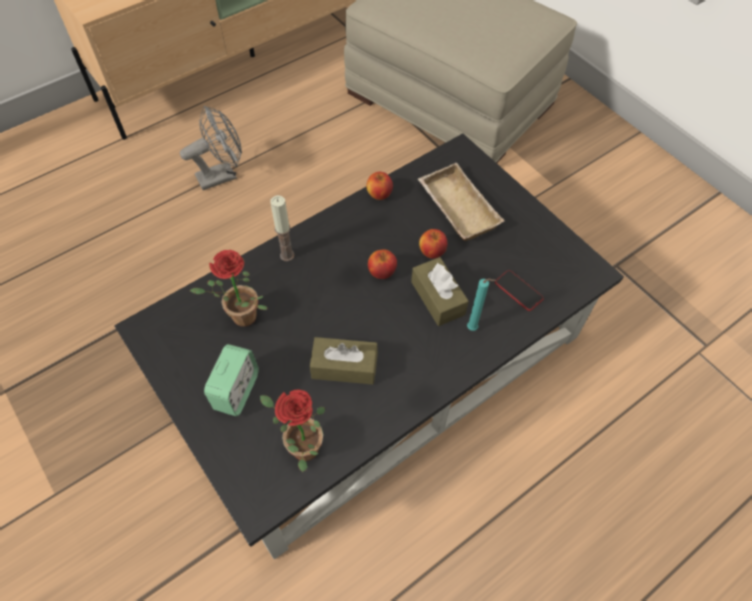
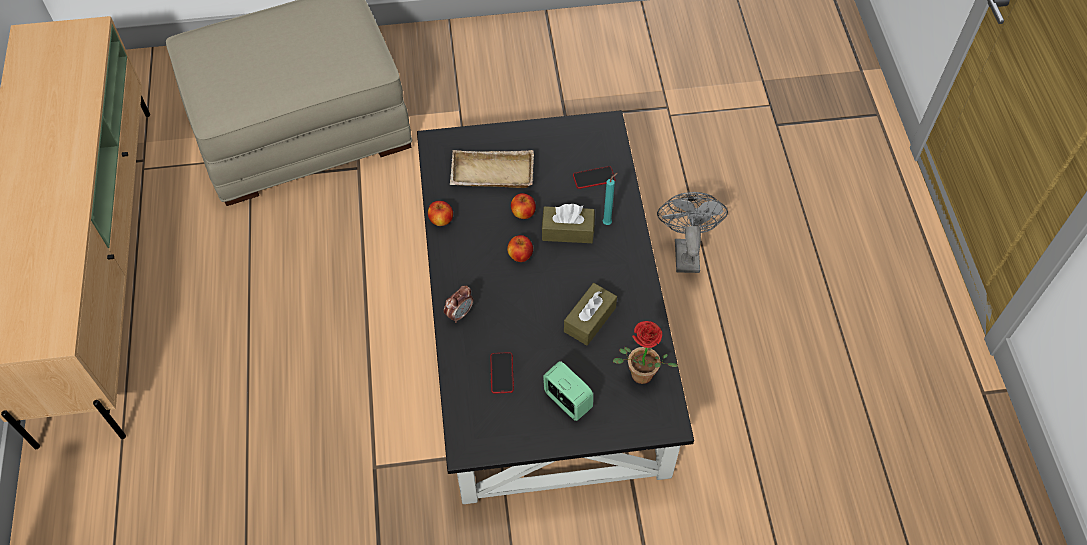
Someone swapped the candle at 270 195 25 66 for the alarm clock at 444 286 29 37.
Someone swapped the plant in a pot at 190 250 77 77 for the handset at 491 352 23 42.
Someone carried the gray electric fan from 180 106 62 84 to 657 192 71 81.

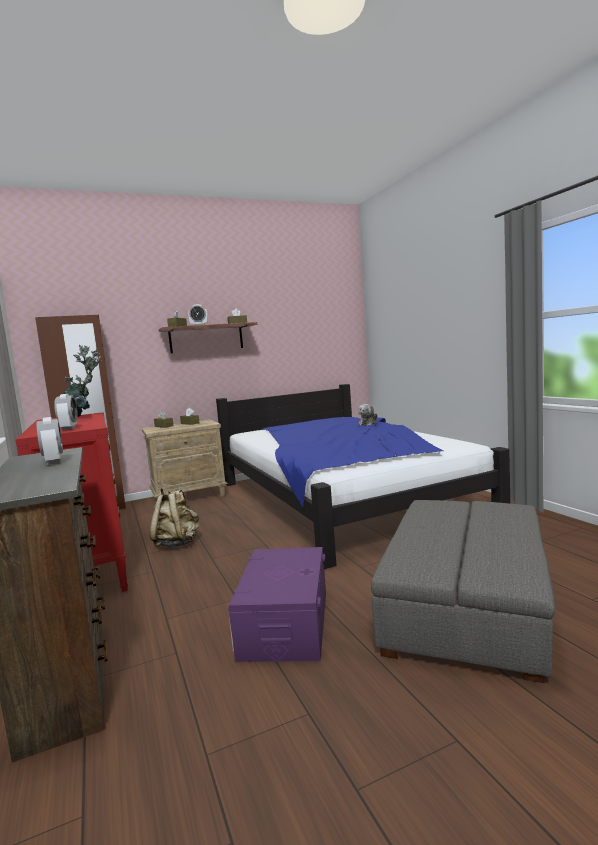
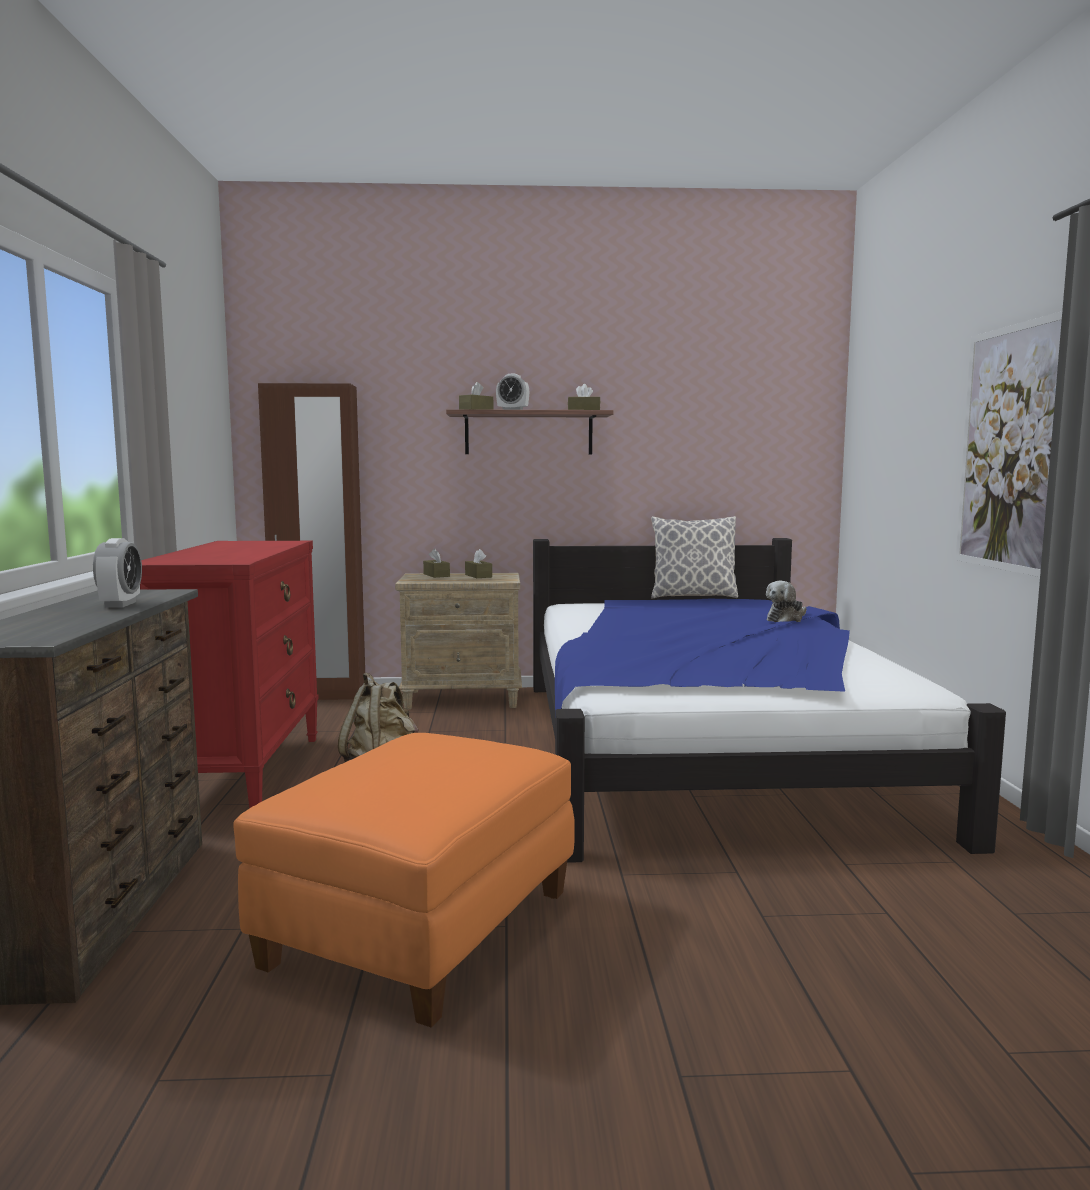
Someone swapped the purplish storage bin at 228 547 98 115 for the orange-coloured footrest at 233 733 342 294.
Someone put down the throw pillow at 651 516 87 83.
Someone put up the picture at 956 311 106 266.
Someone took away the alarm clock at 54 394 24 37.
Someone took away the plant in a pot at 64 345 37 72.
Someone took away the gray footrest at 371 500 184 183.

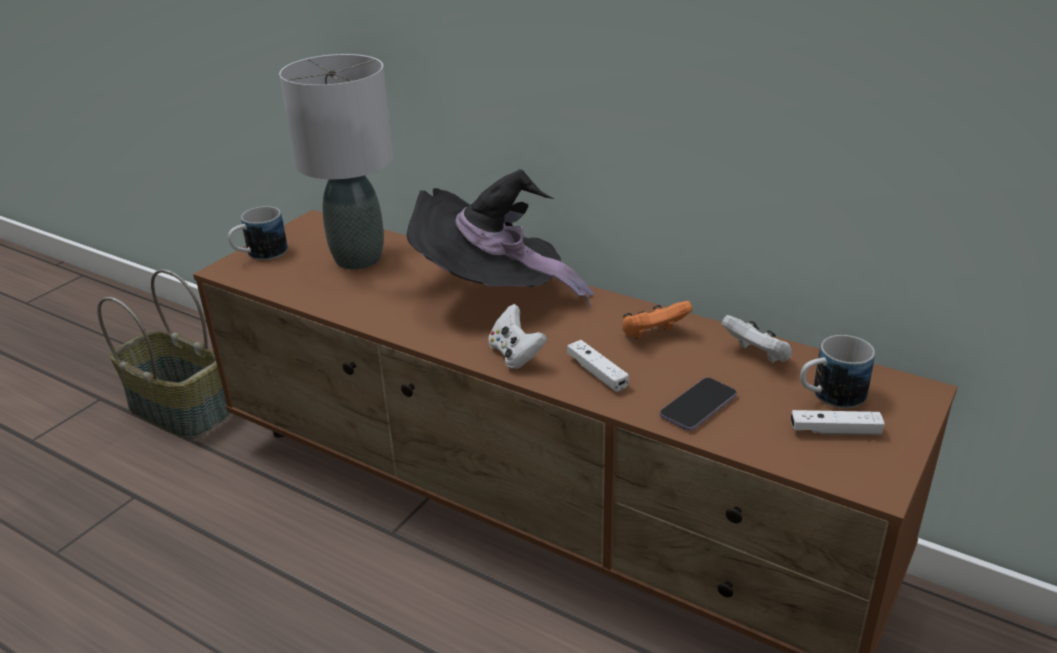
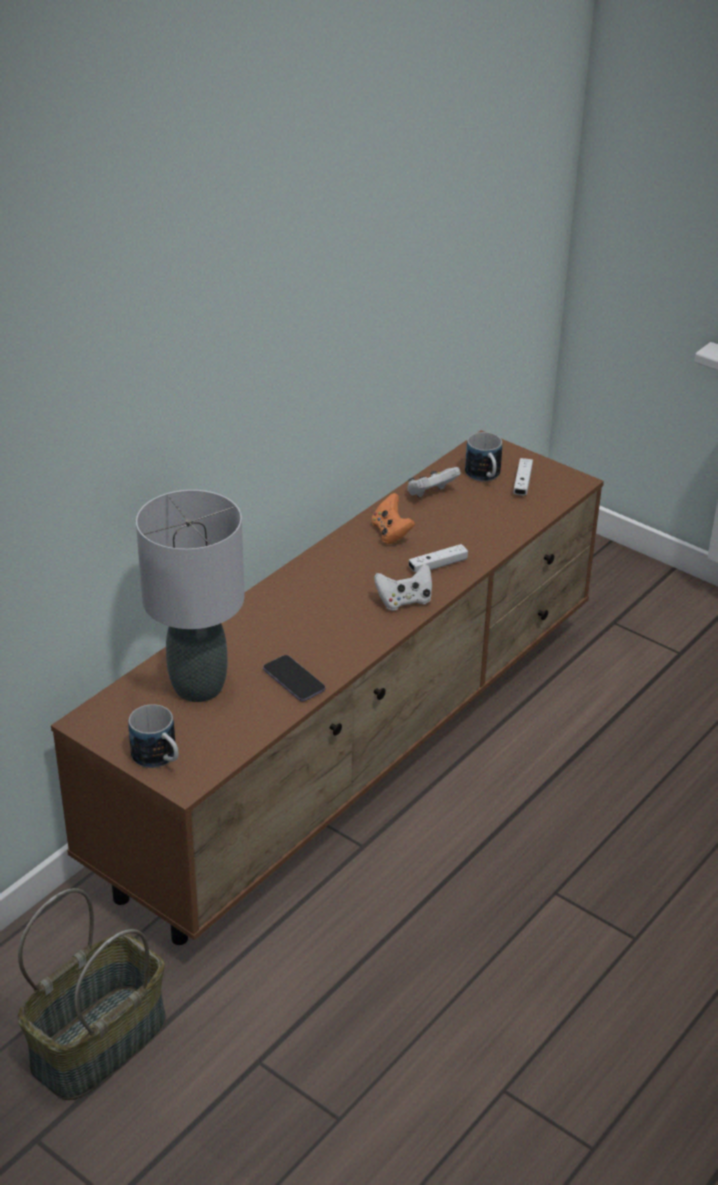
Someone carried the handset from 660 378 77 53 to 263 655 63 47.
Someone took away the blackish hat at 407 169 187 139.

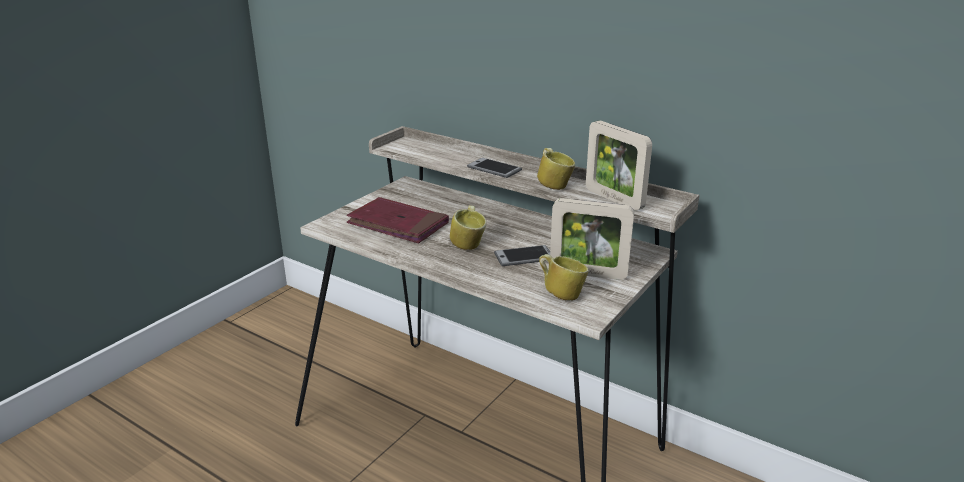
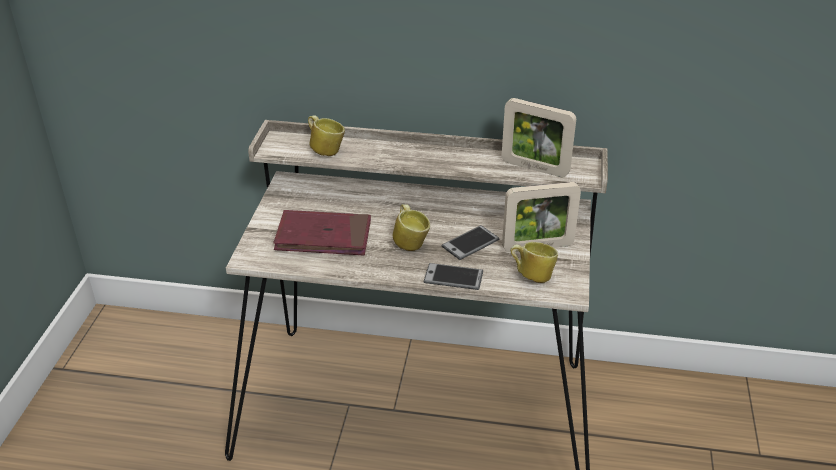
Someone carried the mug from 537 148 38 42 to 308 115 37 41.
Someone carried the handset from 467 158 55 20 to 424 263 59 27.

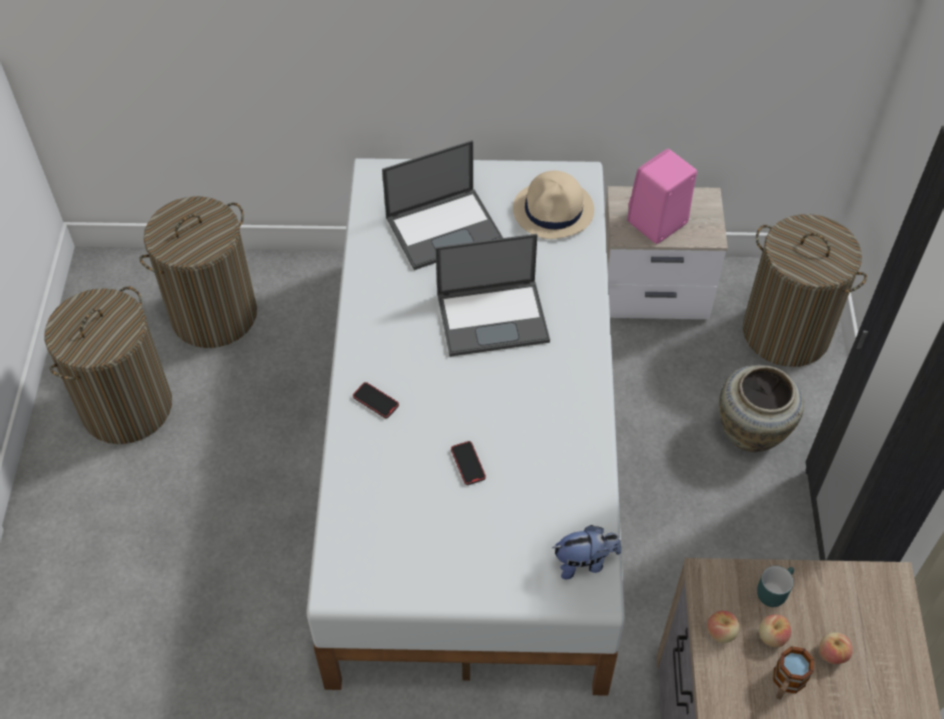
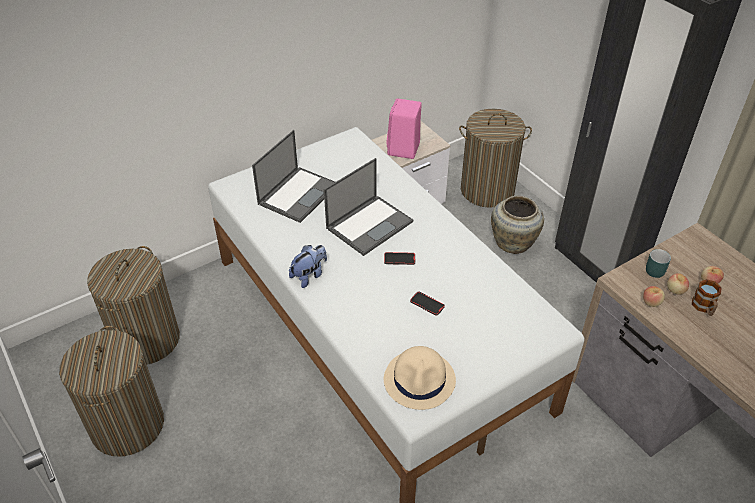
Someone carried the soft toy from 552 525 69 54 to 289 245 38 43.
Someone carried the handset from 353 382 46 36 to 384 252 31 13.
Someone carried the beige-coloured hat from 513 171 81 68 to 384 346 72 64.

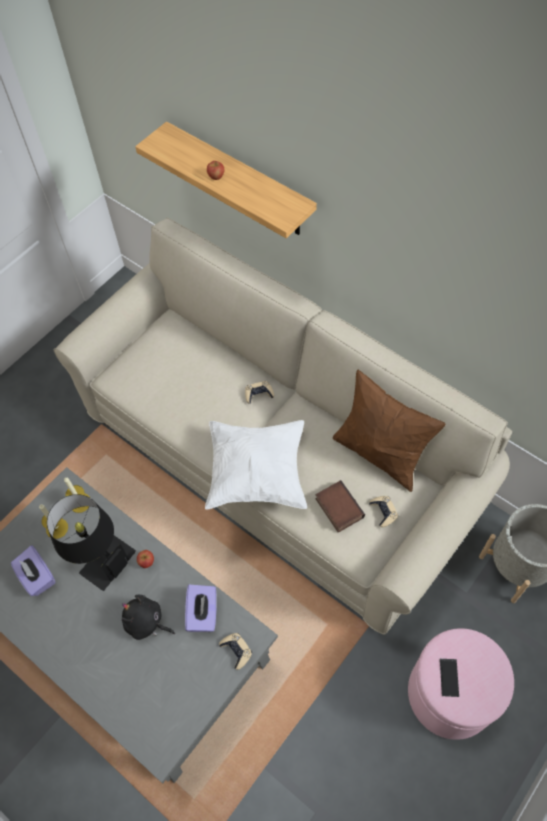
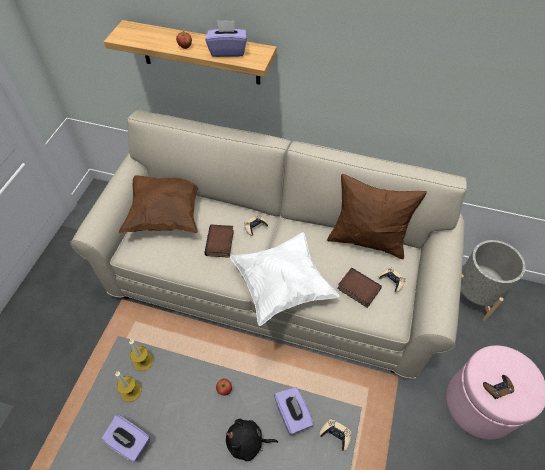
Someone put down the brown throw pillow at 119 175 80 58.
Someone put down the purplish tissue holder at 205 20 42 37.
Someone put down the book at 205 224 29 34.
Someone swapped the handset at 440 659 19 38 for the brown game controller at 483 375 31 24.
Someone took away the blackish table lamp at 47 494 89 97.

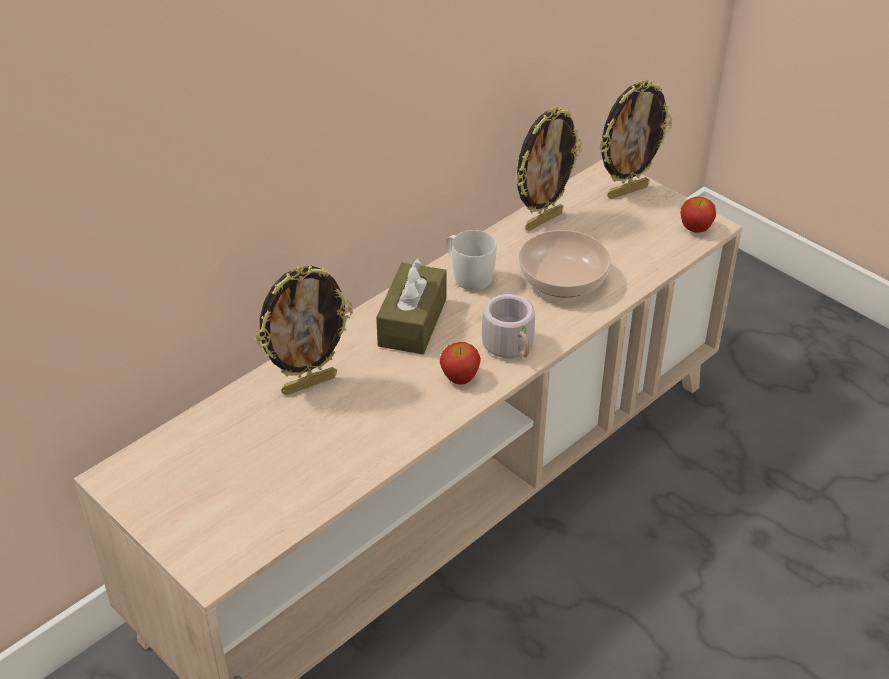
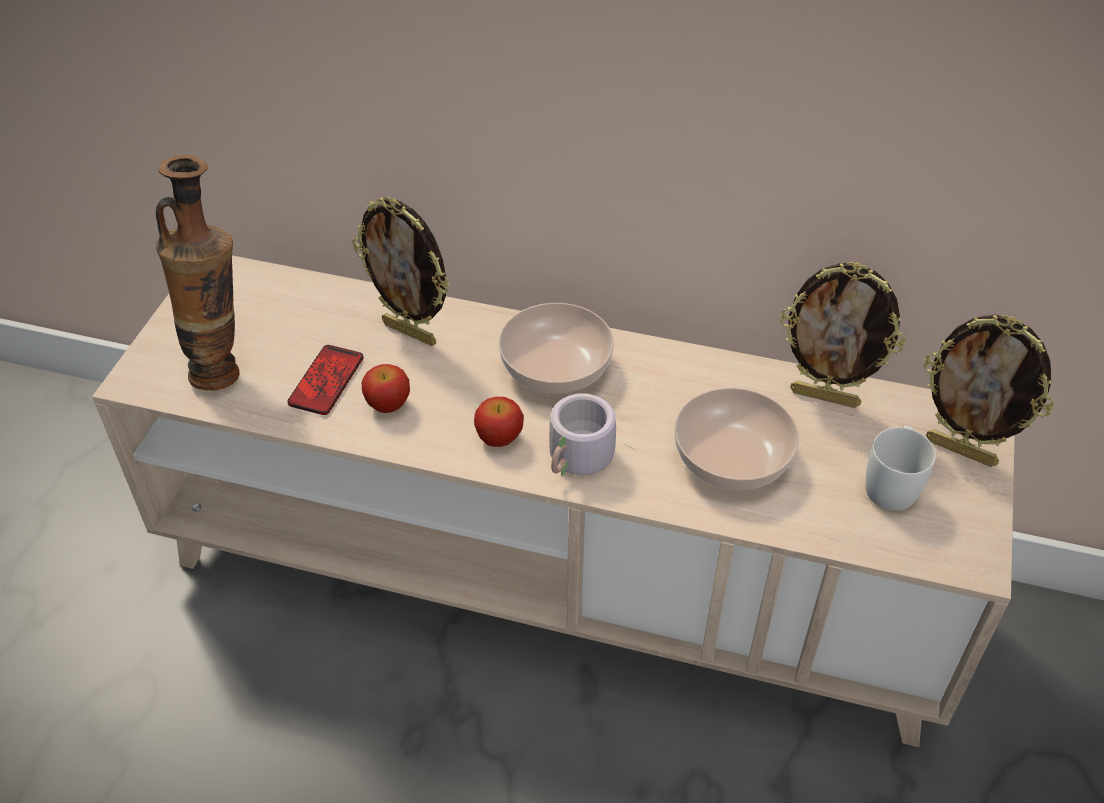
Someone put down the vase at 156 155 83 236.
Someone put down the handset at 287 345 76 70.
Someone carried the whole apple from 680 197 36 36 to 362 364 48 49.
Someone swapped the brown tissue holder at 376 258 70 96 for the bowl at 498 303 116 90.
Someone carried the white-coloured mug from 446 230 50 61 to 866 425 70 86.

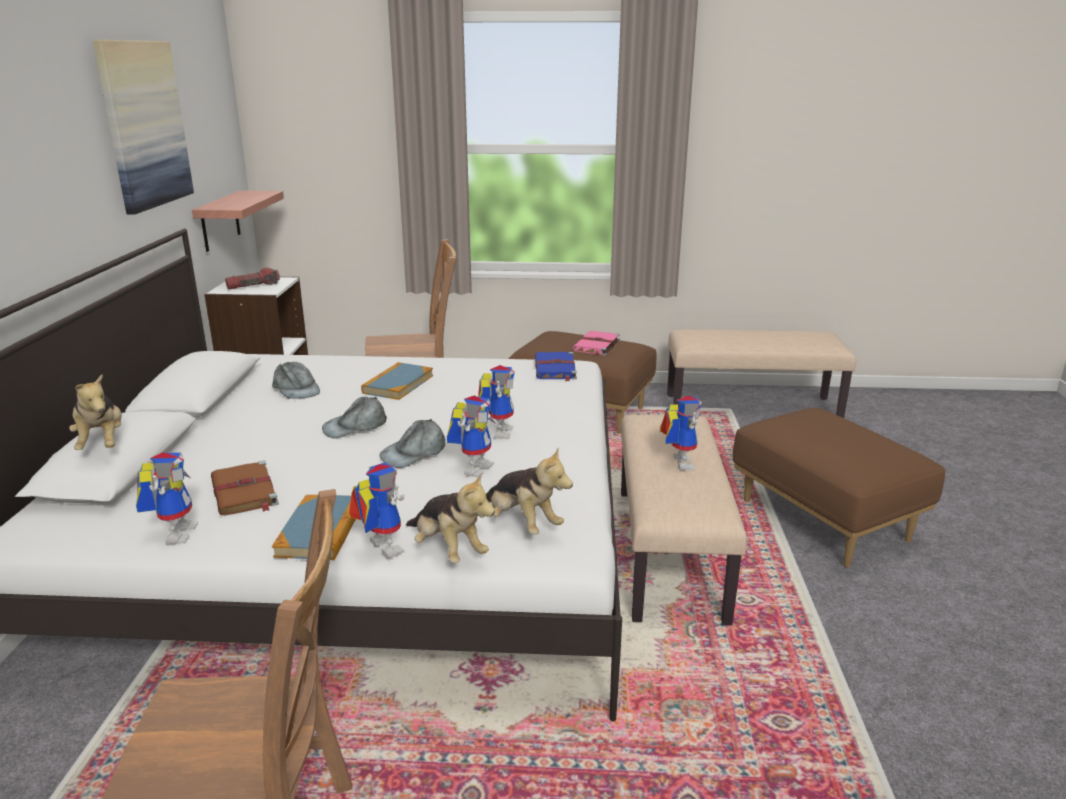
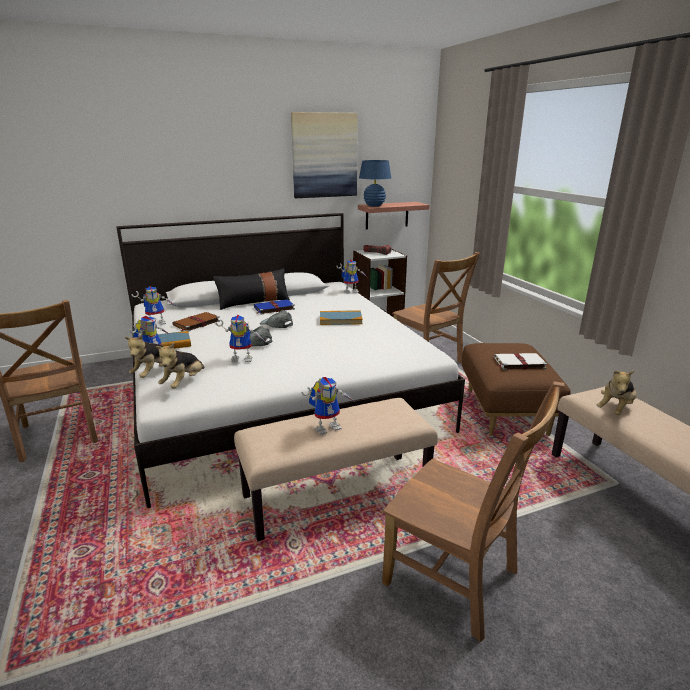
Someone put down the blackish throw pillow at 213 268 77 42.
Someone carried the bluish book from 535 352 42 30 to 254 299 41 16.
Someone carried the robot figure from 478 365 37 74 to 336 260 32 34.
Someone put down the bluish table lamp at 359 160 32 47.
Someone swapped the brown footrest at 732 407 213 160 for the brown chair at 382 381 183 261.
Someone repainted the pink book at 572 331 48 25, which became the white-coloured book at 494 353 53 17.
Someone carried the soft toy from 69 374 53 76 to 597 370 40 45.
Someone took away the gray peaked cap at 272 362 48 37.

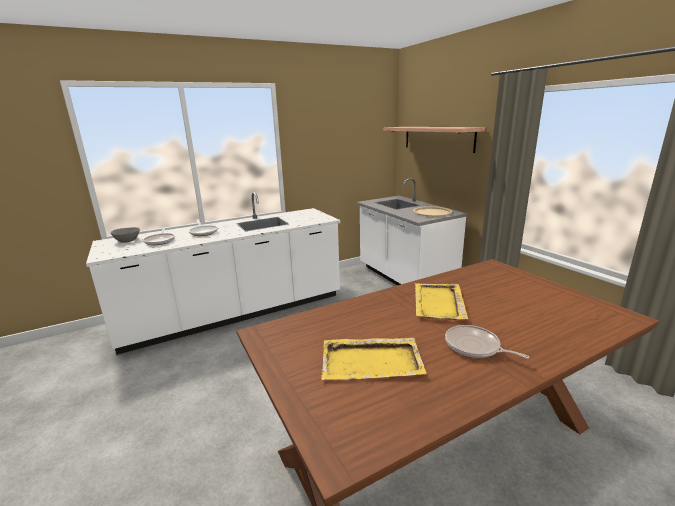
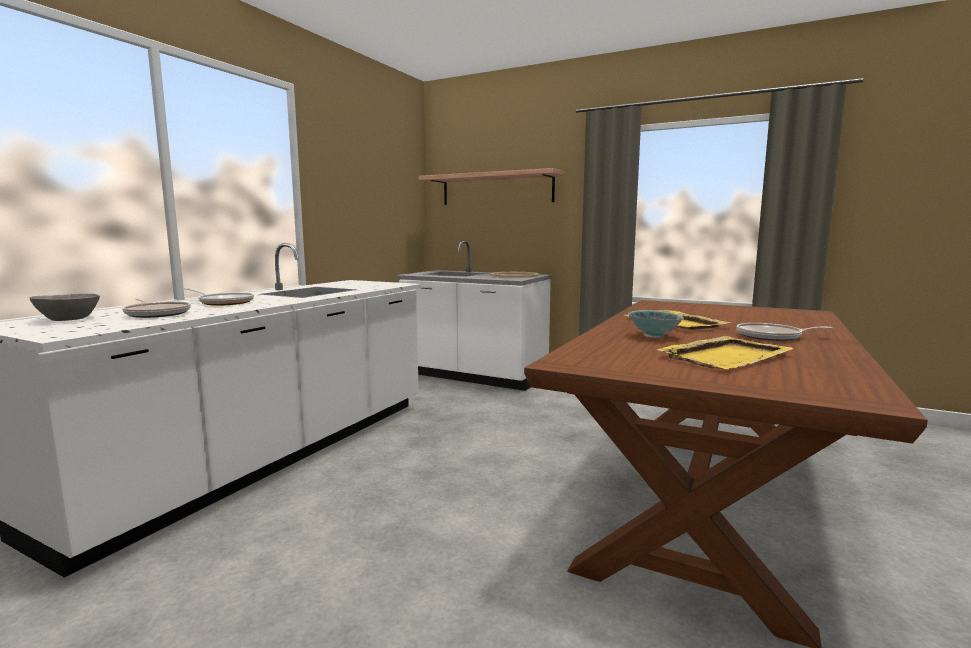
Someone put down the bowl at 628 310 56 28.

